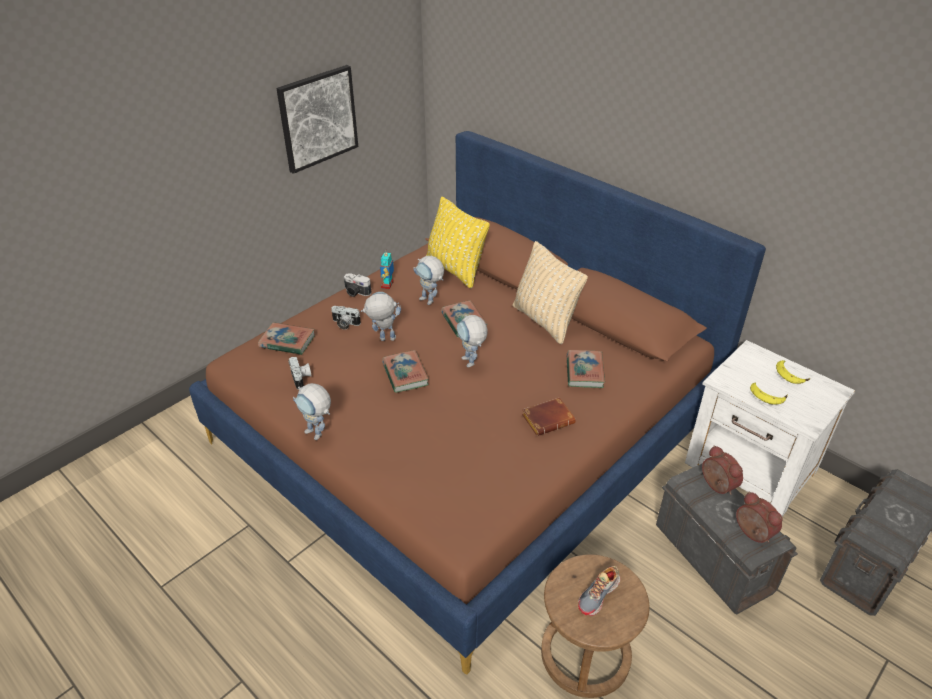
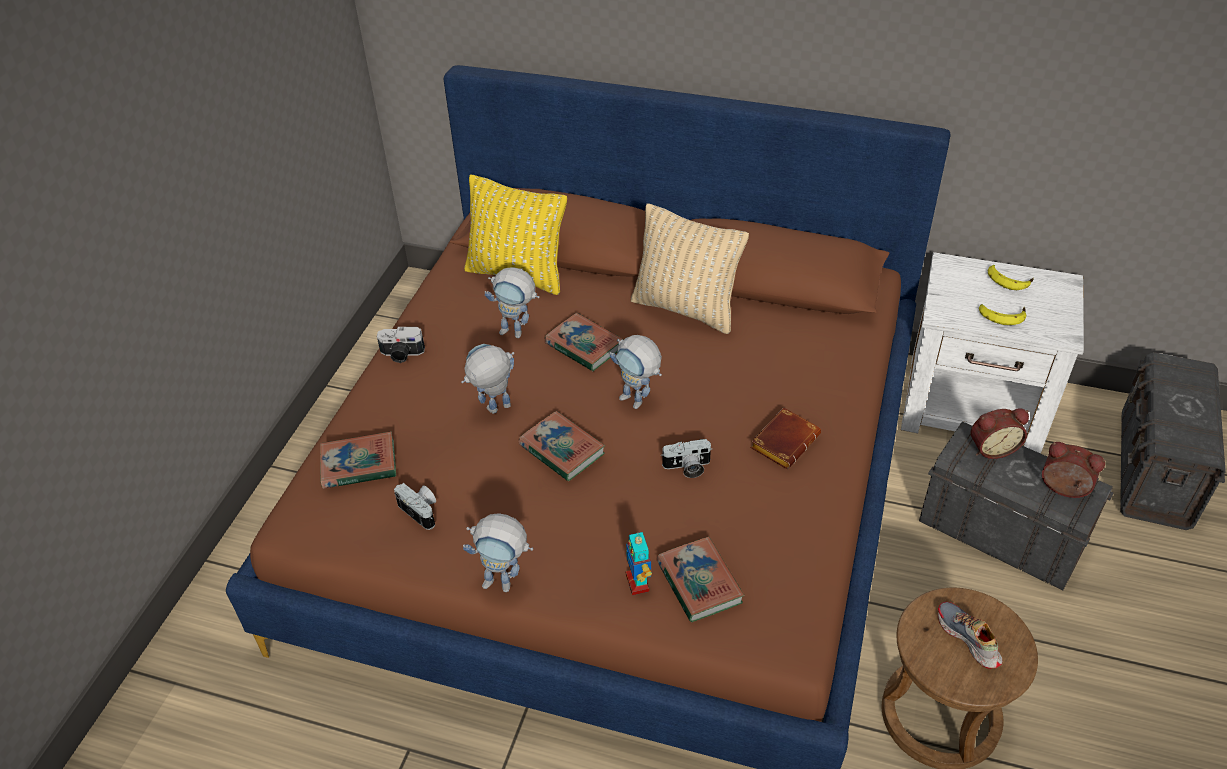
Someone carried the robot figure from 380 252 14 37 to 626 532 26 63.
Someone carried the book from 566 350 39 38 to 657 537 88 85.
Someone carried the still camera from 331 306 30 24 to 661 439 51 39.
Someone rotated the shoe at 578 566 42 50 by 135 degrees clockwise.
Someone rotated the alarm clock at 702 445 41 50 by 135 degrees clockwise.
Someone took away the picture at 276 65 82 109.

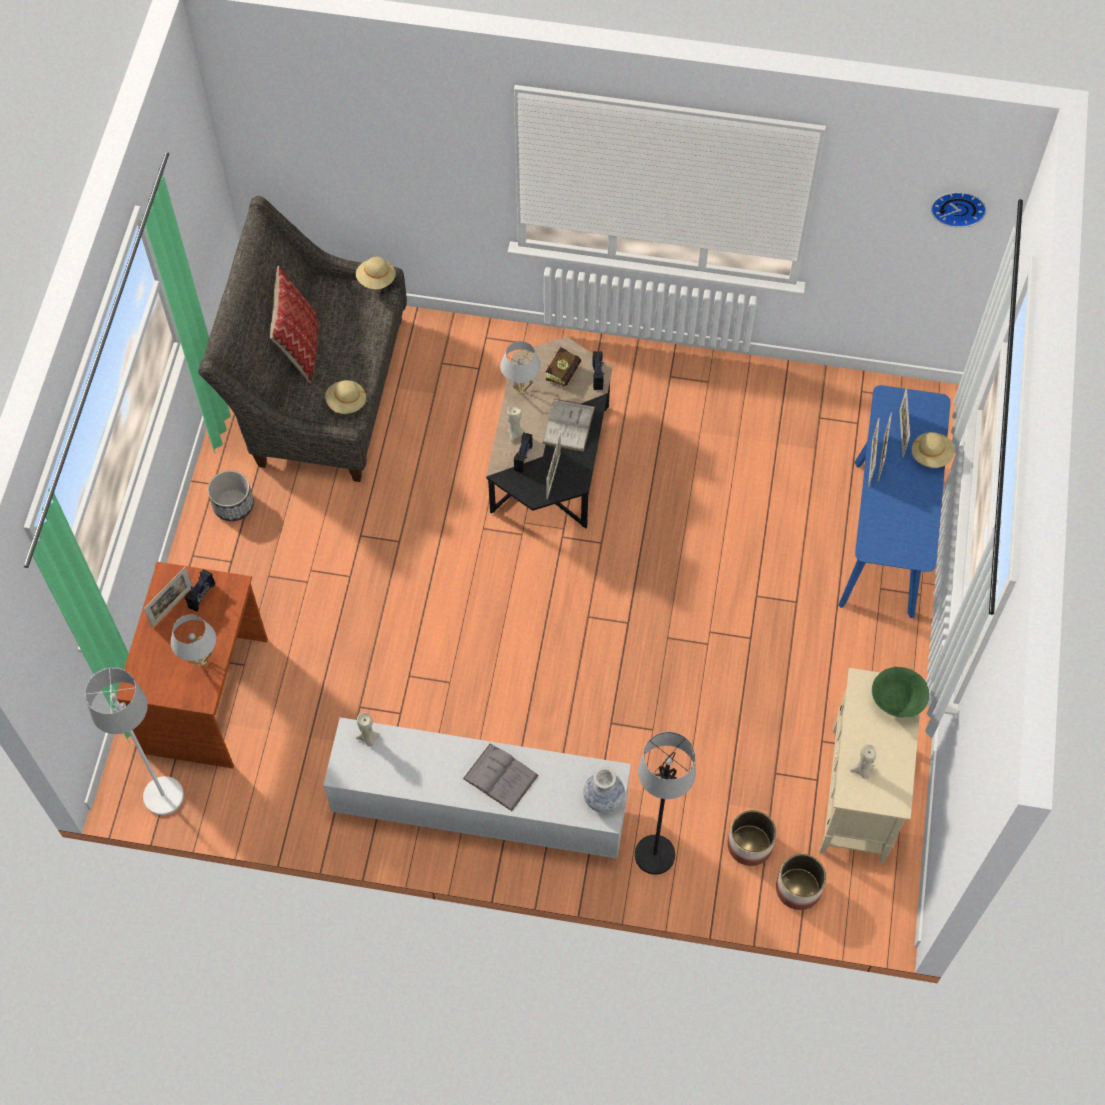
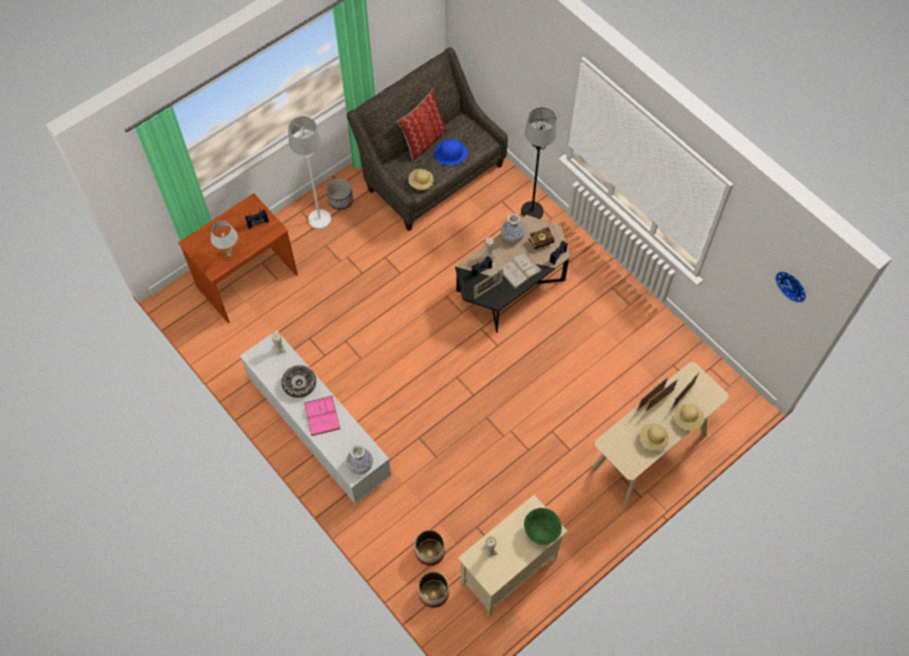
Someone put down the bowl at 281 365 35 33.
Someone carried the white-coloured floor lamp from 85 667 99 148 to 288 116 43 113.
Someone repainted the gray book at 463 743 76 68, which became the pink book at 304 396 36 40.
Someone put down the bluish hat at 434 139 34 26.
Someone swapped the white-coloured table lamp at 500 341 41 54 for the vase at 501 213 24 30.
Someone carried the blackish floor lamp from 635 732 61 143 to 521 107 36 112.
Someone repainted the bluish narrow table at 838 385 113 233, which became the beige-coloured narrow table at 591 362 138 144.
Someone carried the beige-coloured hat from 356 257 40 32 to 640 424 29 26.
Someone took away the standing frame at 144 567 49 61.

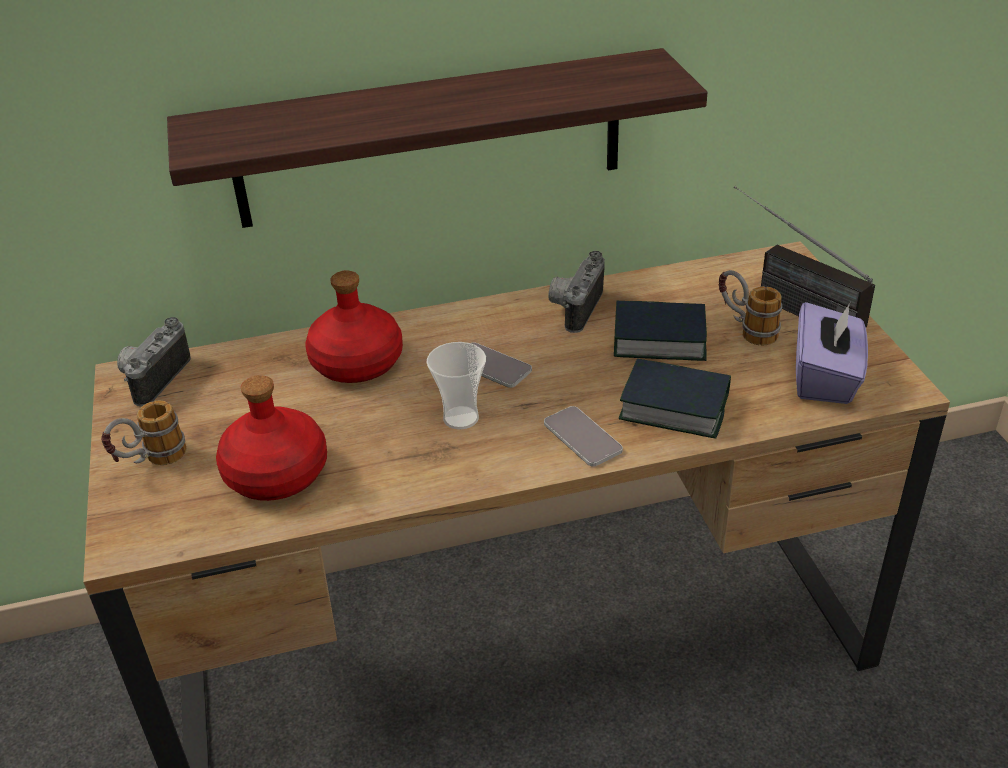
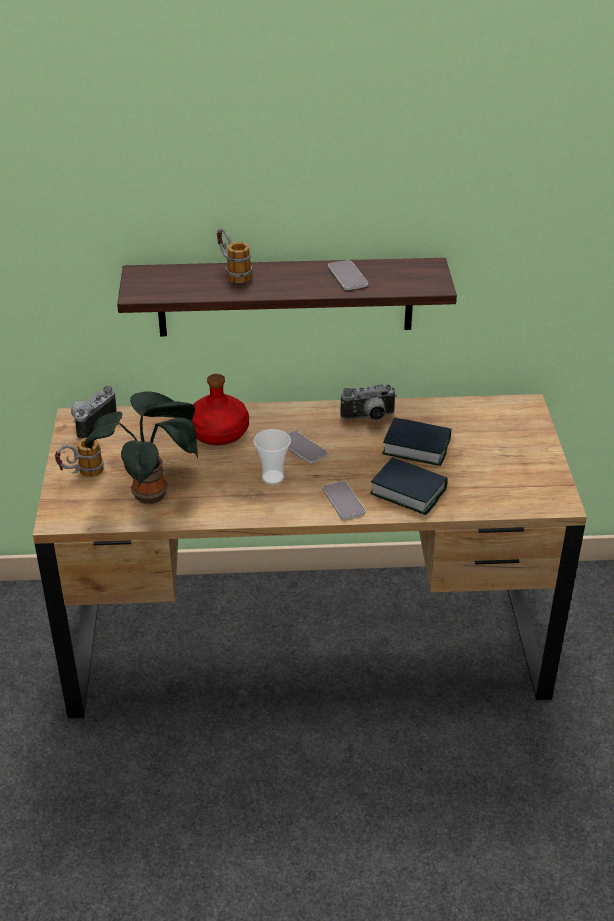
Someone swapped the red-coloured bottle at 216 375 111 126 for the plant in a pot at 84 392 114 112.
Someone carried the mug from 719 270 63 76 to 217 228 35 55.
Someone put down the handset at 328 260 40 30.
Someone rotated the still camera at 548 251 57 82 by 135 degrees counterclockwise.
Someone took away the radio at 734 186 141 141.
Someone took away the purplish tissue holder at 796 302 72 102.

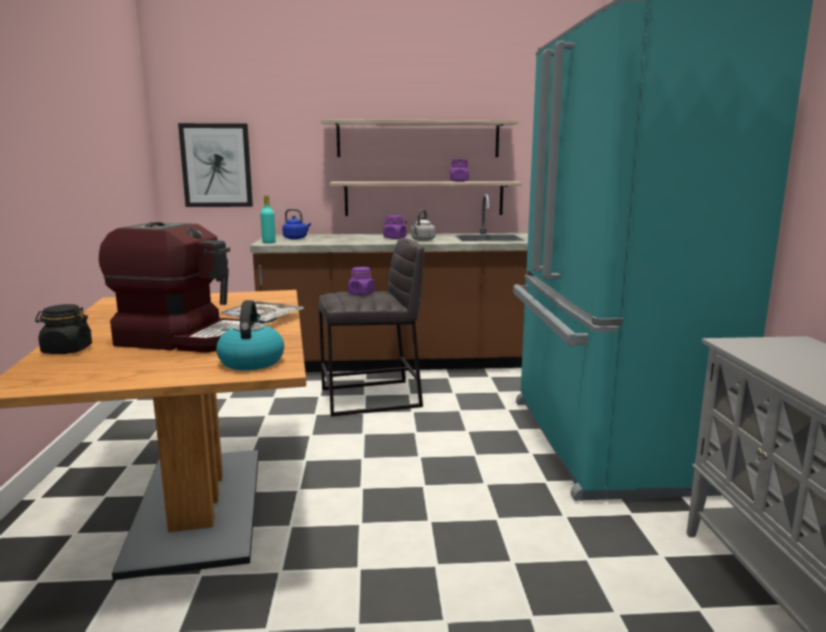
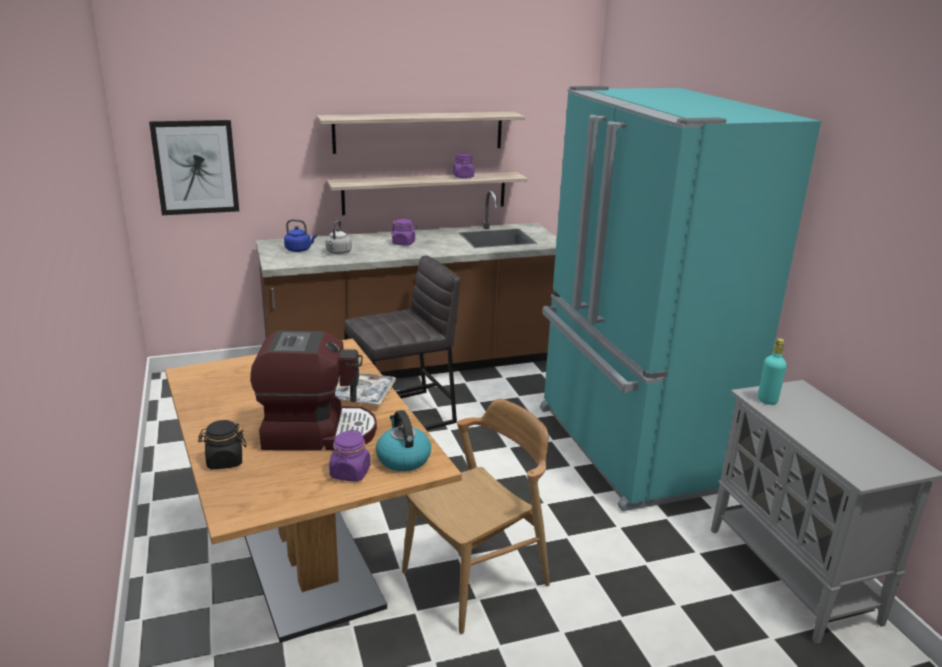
Someone carried the gray tea kettle from 411 210 25 31 to 325 220 27 34.
Someone carried the purplish preserve jar from 348 267 27 28 to 329 430 41 52.
Someone put down the brown chair at 402 399 148 235.
Someone carried the blue-green bottle from 260 195 16 49 to 758 338 29 67.

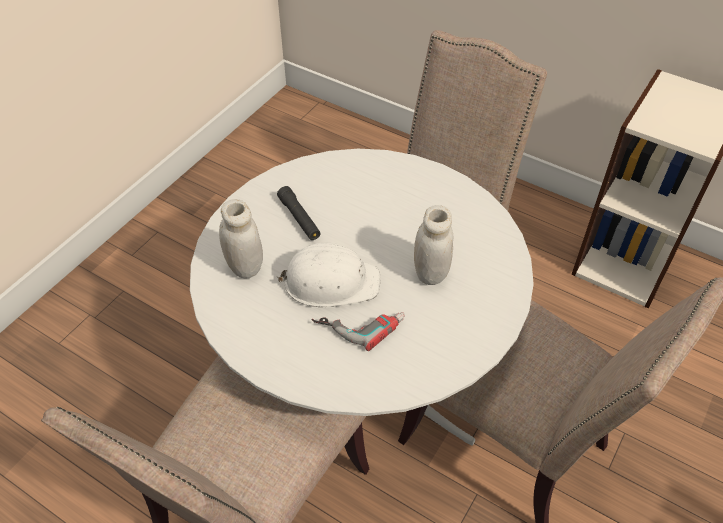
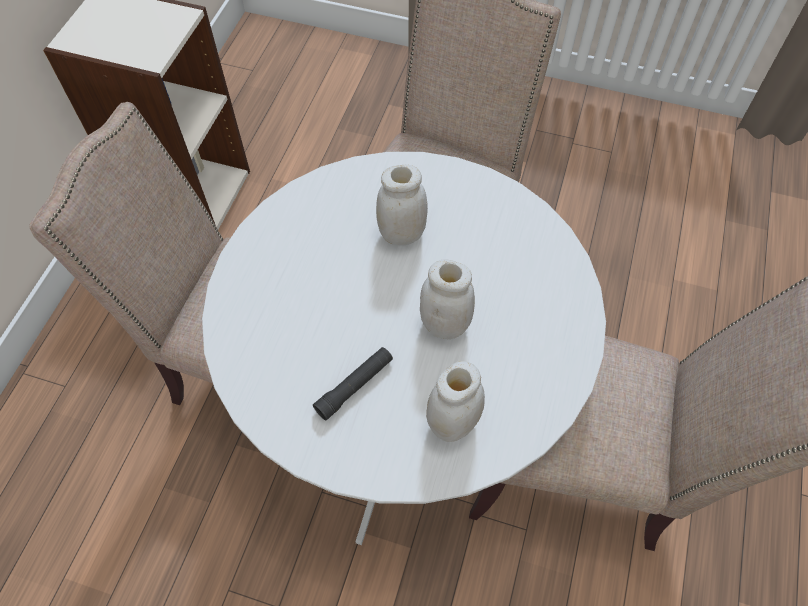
Someone swapped the white-coloured work helmet at 276 243 104 64 for the white-coloured preserve jar at 420 259 55 80.
Someone took away the drill at 312 312 93 39.

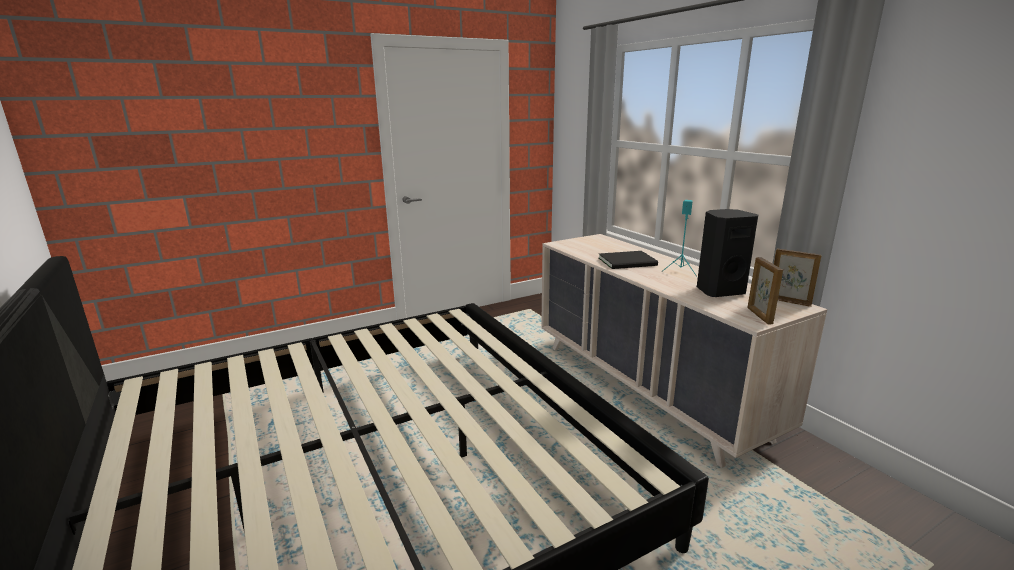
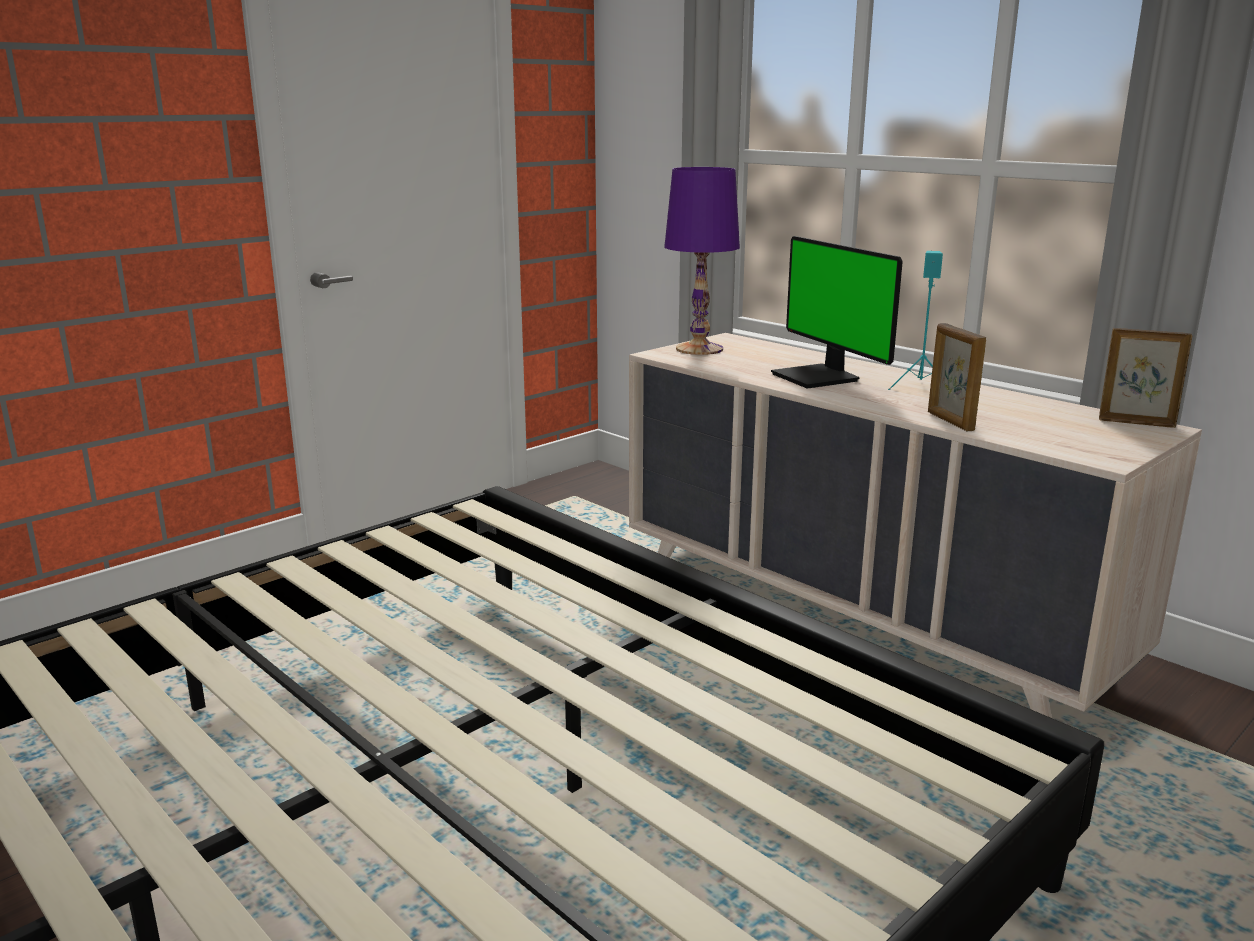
Someone put down the purplish table lamp at 664 167 76 188.
Someone swapped the blackish book at 599 251 59 18 for the computer screen at 771 236 132 153.
Someone carried the standing frame from 747 257 36 67 to 928 323 58 108.
Someone took away the blackish speaker at 697 209 61 88.

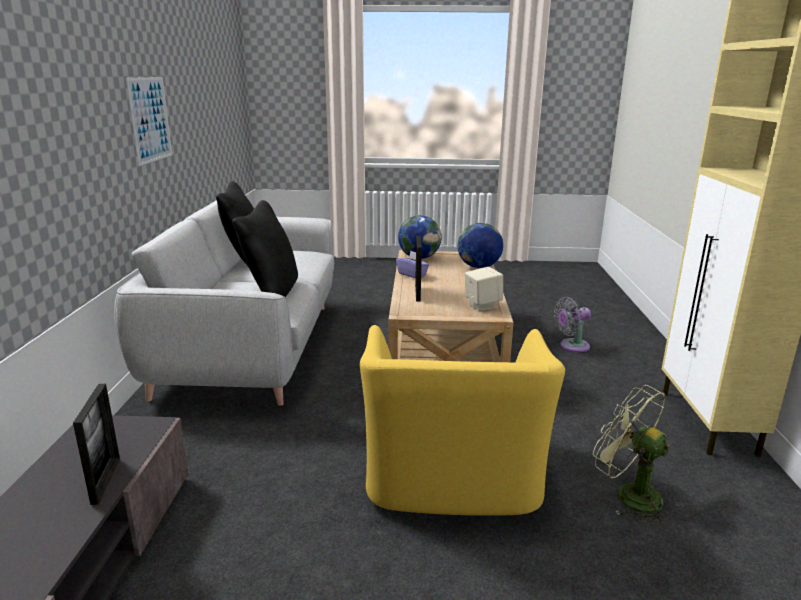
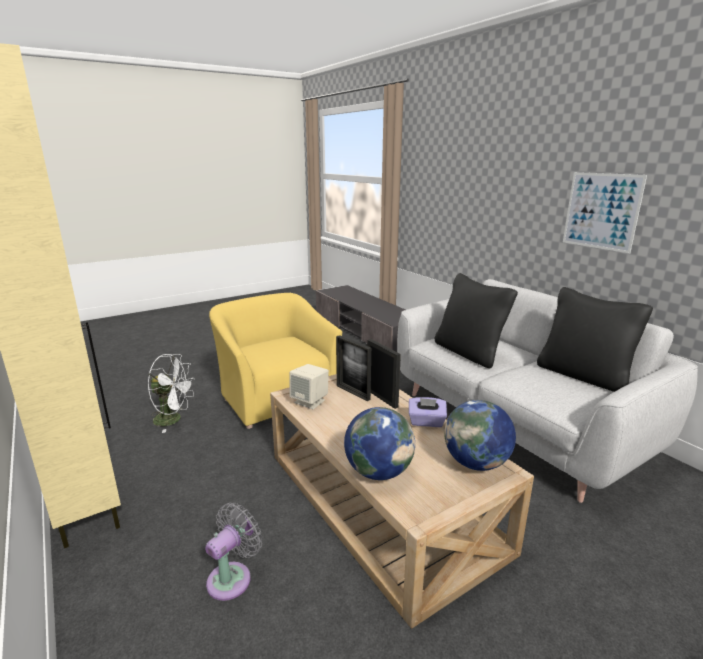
Someone repainted the greenish electric fan at 593 385 77 138, which became the white-coloured electric fan at 148 354 47 79.
Someone carried the standing frame from 73 384 47 121 to 336 335 35 66.

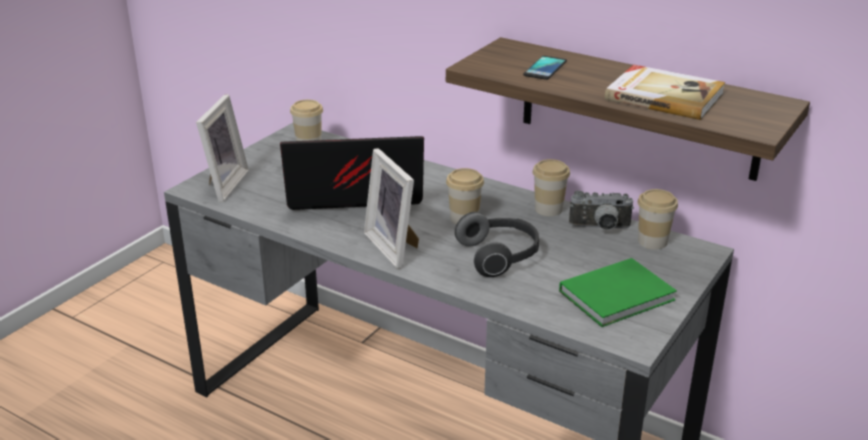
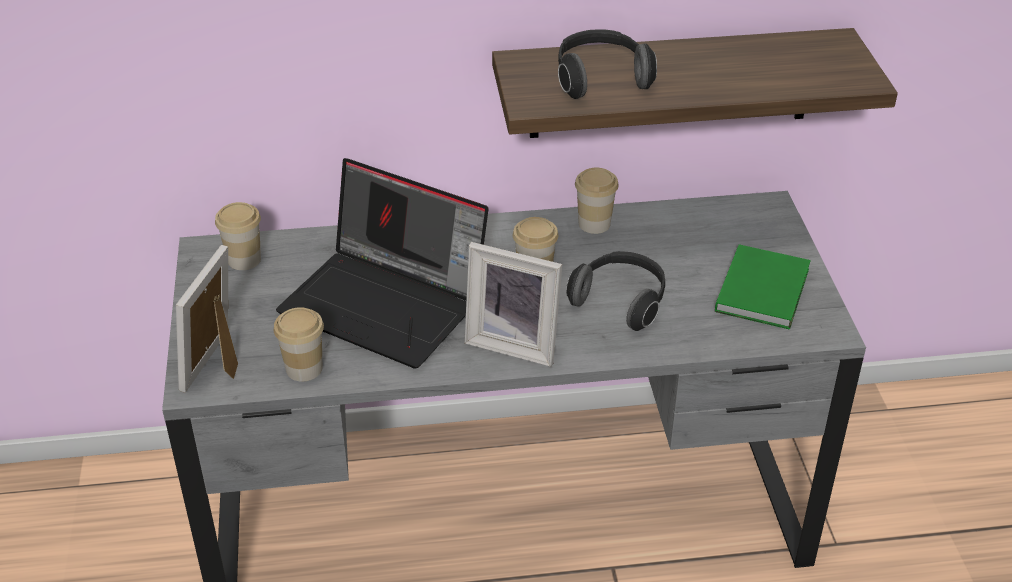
Someone rotated the standing frame at 196 94 53 108 by 135 degrees counterclockwise.
Someone carried the drinking cup from 638 189 40 60 to 274 307 50 74.
Someone rotated the laptop at 280 136 144 74 by 105 degrees counterclockwise.
Someone swapped the handset at 523 56 44 24 for the headphones at 558 30 99 69.
Someone took away the still camera at 569 190 65 40.
Someone took away the book at 605 65 120 55.

